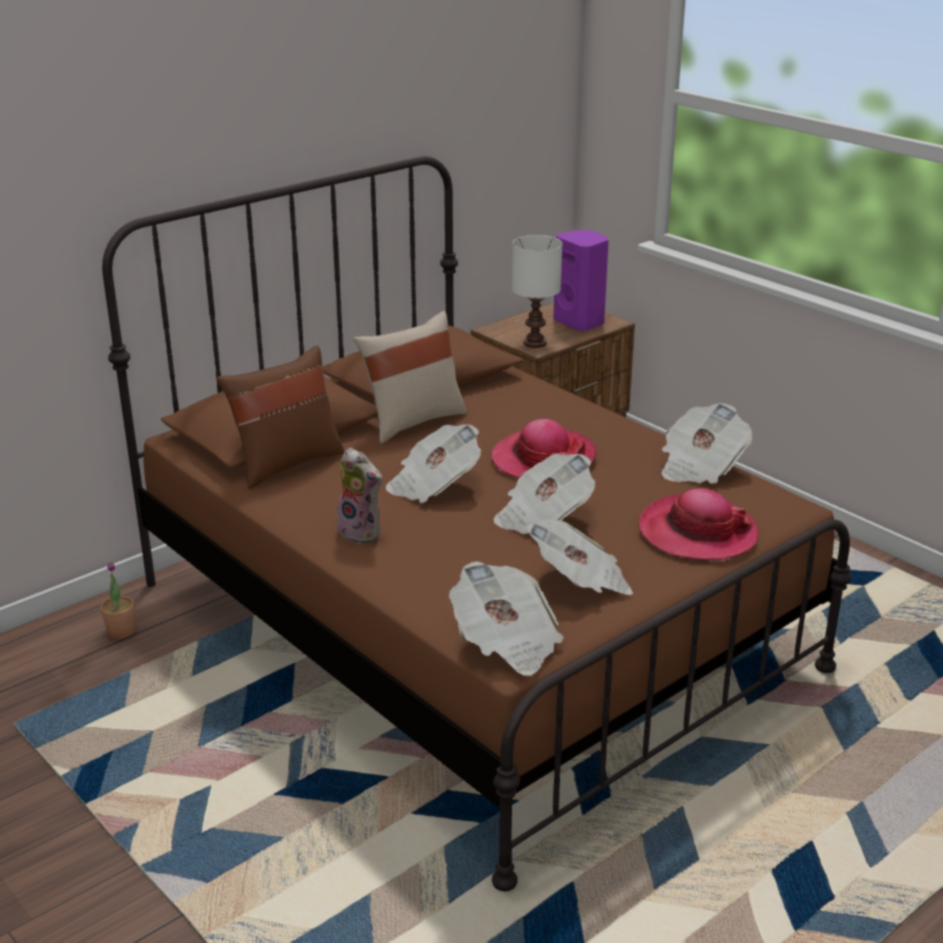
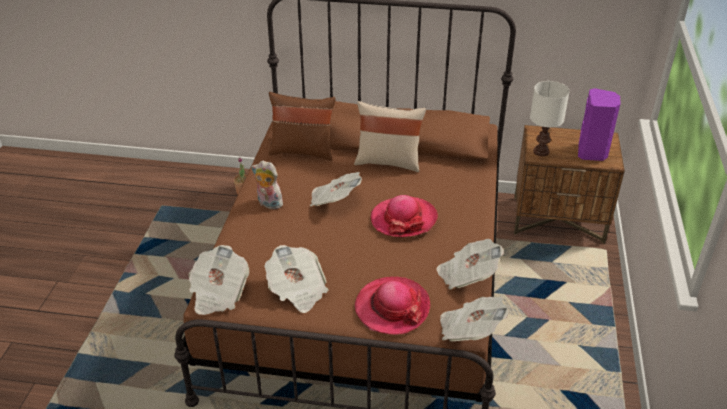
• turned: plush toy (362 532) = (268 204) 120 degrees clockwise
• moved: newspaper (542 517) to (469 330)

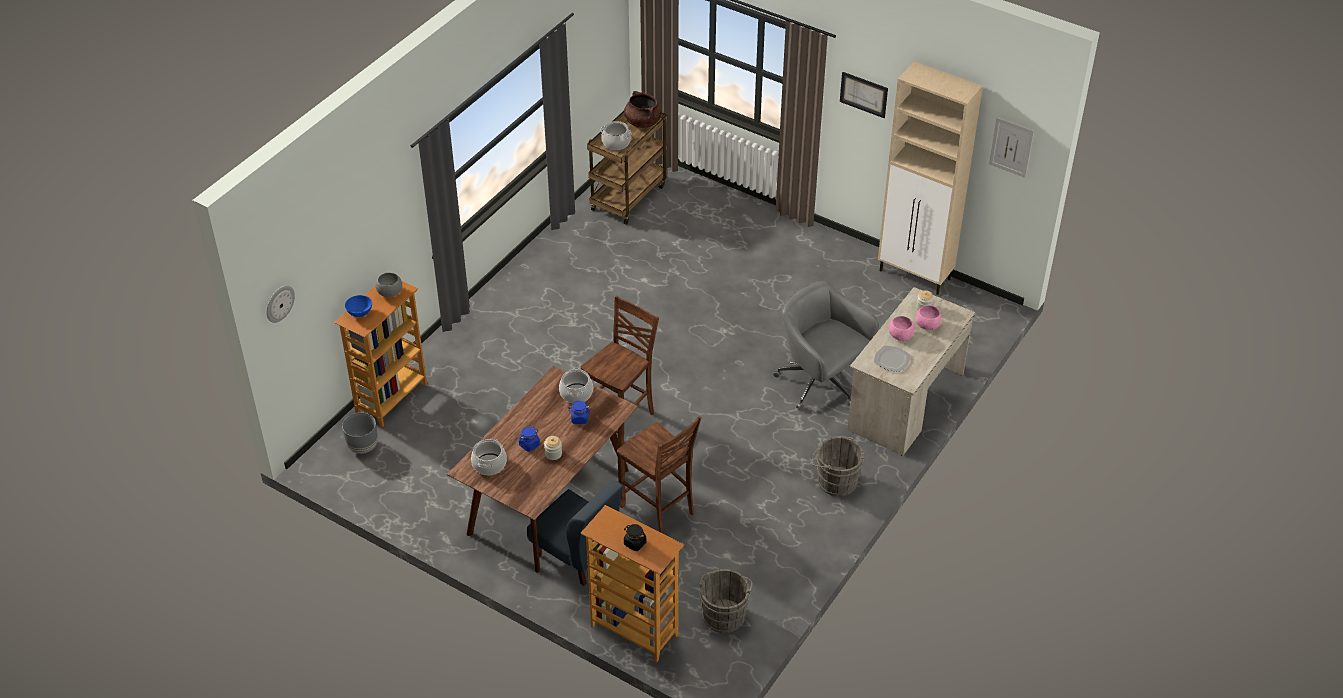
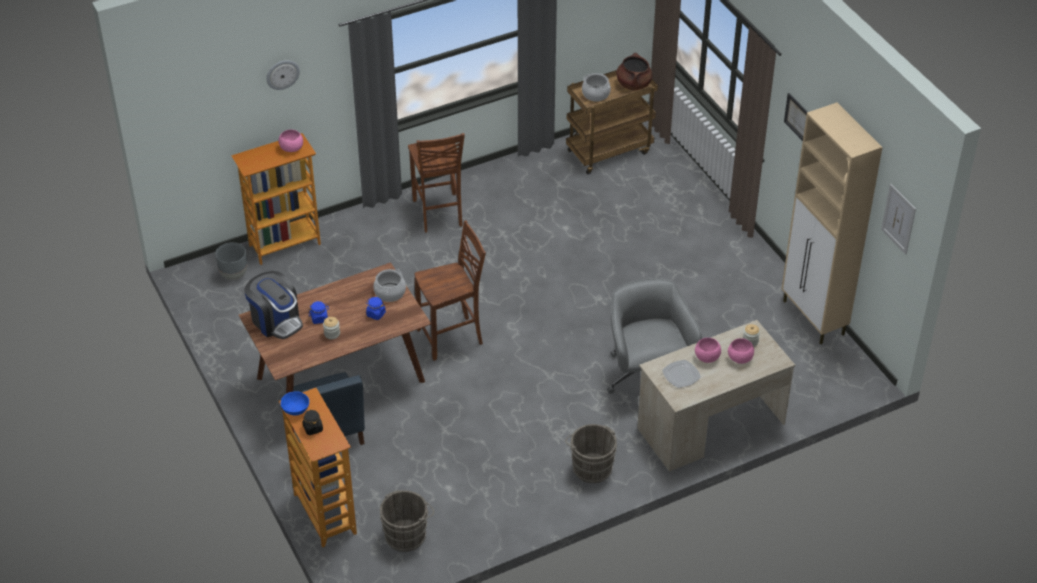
• moved: wall clock (279 303) to (282 74)
• moved: bowl in blue (359 313) to (295 410)
• recoloured: bowl in grey (390 292) to bowl in pink (292 148)
• replaced: cooking pot (489 464) to coffee machine (276 321)
• moved: chair in brown (658 510) to (438 214)

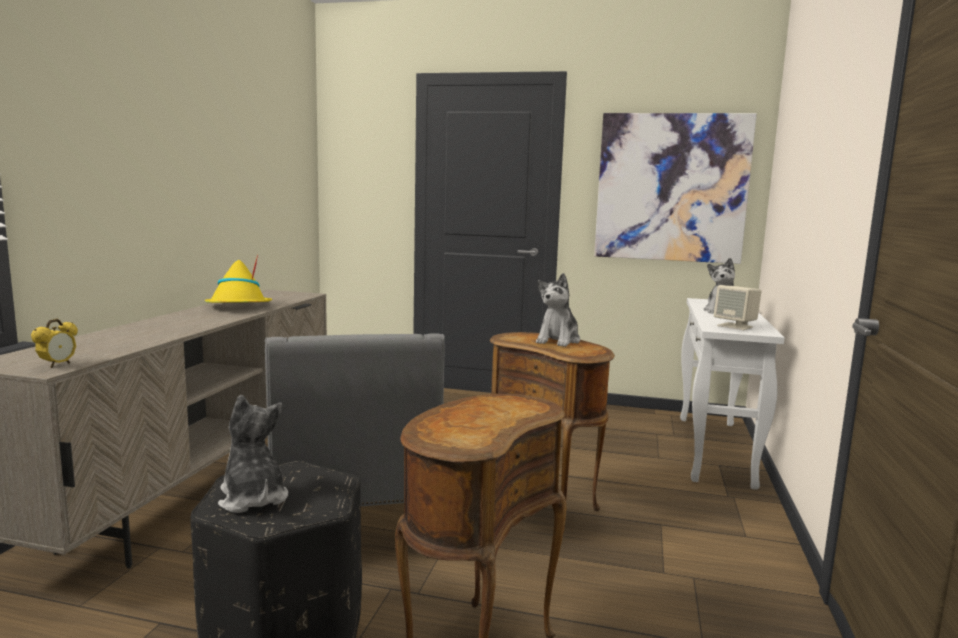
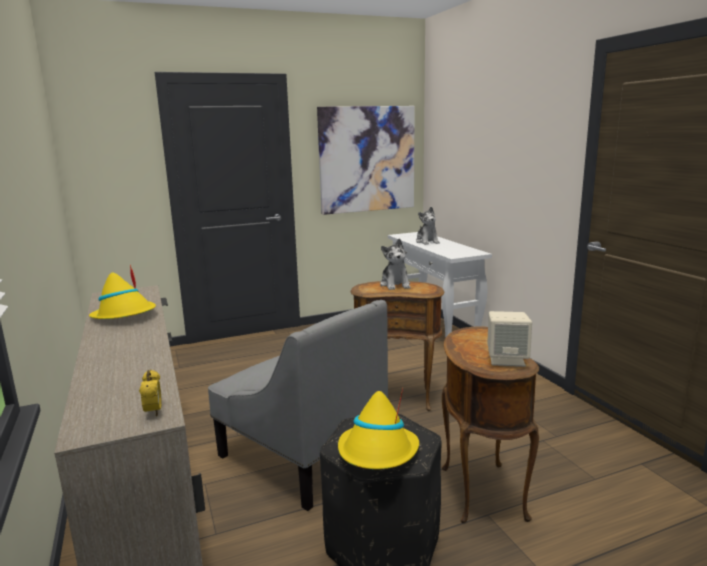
• replaced: plush toy (252 498) to hat in yellow (378 452)
• moved: speaker in beige (735 326) to (507 360)

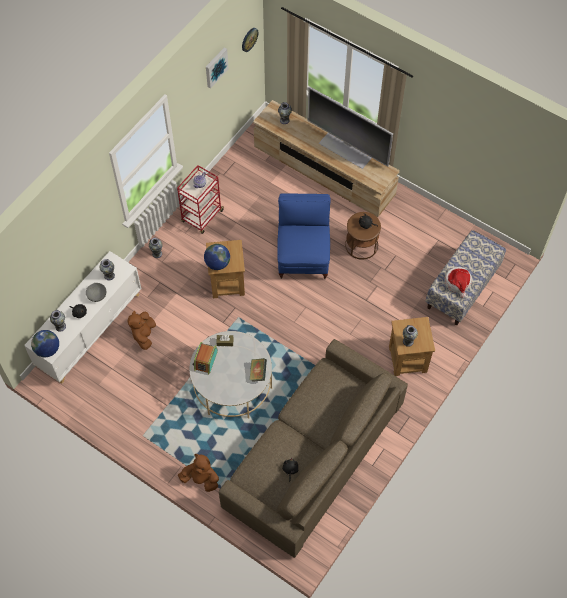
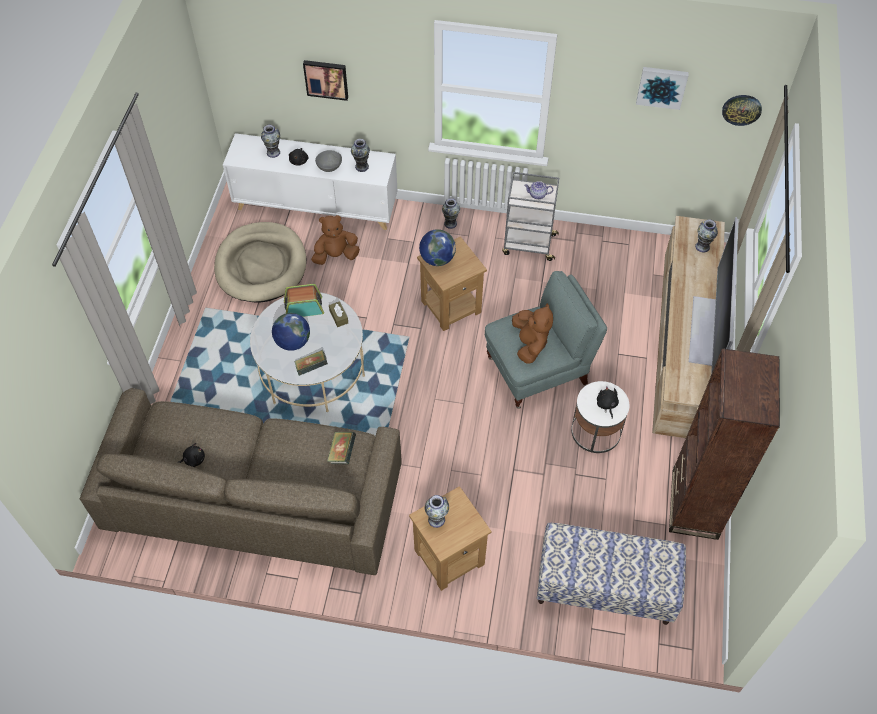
• moved: globe (47 349) to (293 342)
• recoloured: cart in red (202 217) to cart in grey (528 244)
• moved: plush toy in brown (201 479) to (530 344)
• recoloured: armchair in blue (303 256) to armchair in grey (538 371)
• recoloured: side table in brown (361 245) to side table in white (596 431)
• removed: hat (458 283)
• added: dog bed in beige (261 265)
• added: picture (326 78)
• added: book (342 453)
• added: bookcase in brown (694 504)

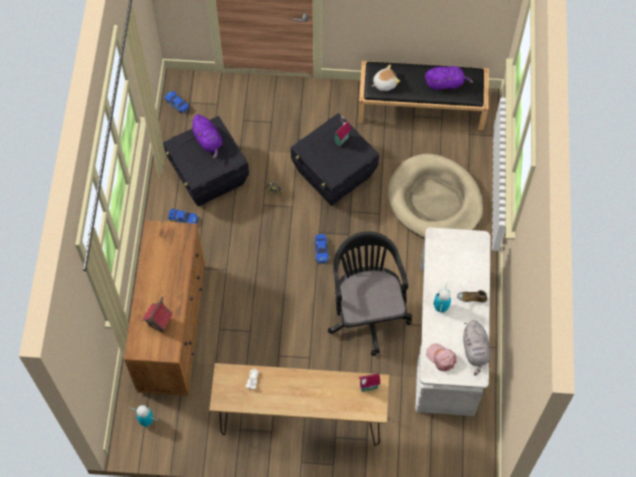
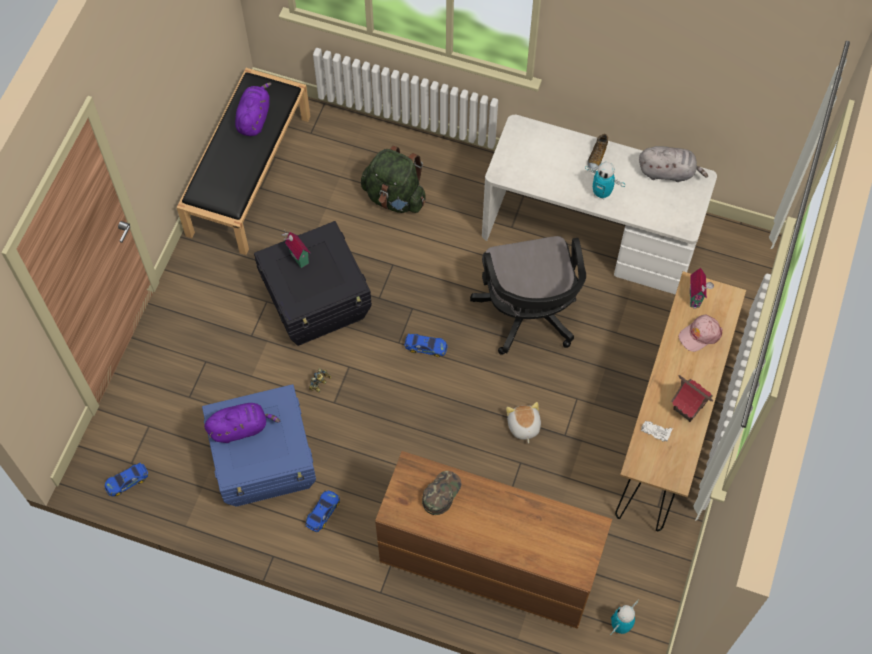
• moved: toy house (159 323) to (687 409)
• recoloured: storage box in black (208 177) to storage box in blue (266 463)
• turned: office chair in black (366 311) = (529 315) 105 degrees counterclockwise
• moved: plush toy (384 83) to (523 426)
• replaced: dog bed in beige (435 201) to backpack in green (395 197)
• moved: cap in pink (441 358) to (699 335)
• added: cap in green (441 493)

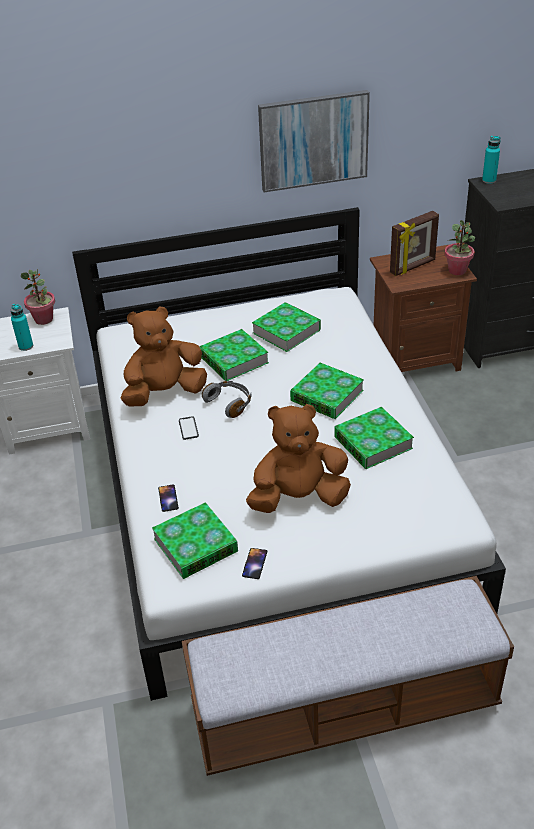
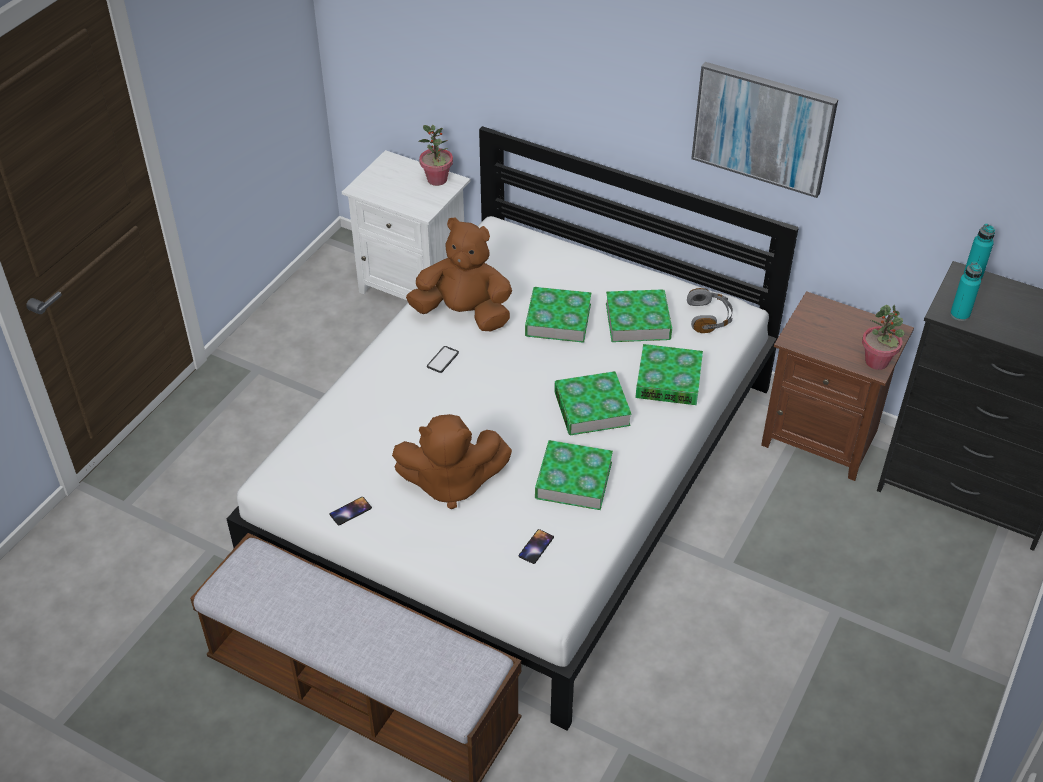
• moved: bottle in turquoise (26 346) to (960 314)
• moved: book (195 545) to (668 380)
• moved: phone (168 498) to (536 547)
• moved: headphones in grey (229 403) to (709 318)
• turned: plush toy in brown (298 498) = (450 483) 150 degrees clockwise
• removed: picture frame (413 267)

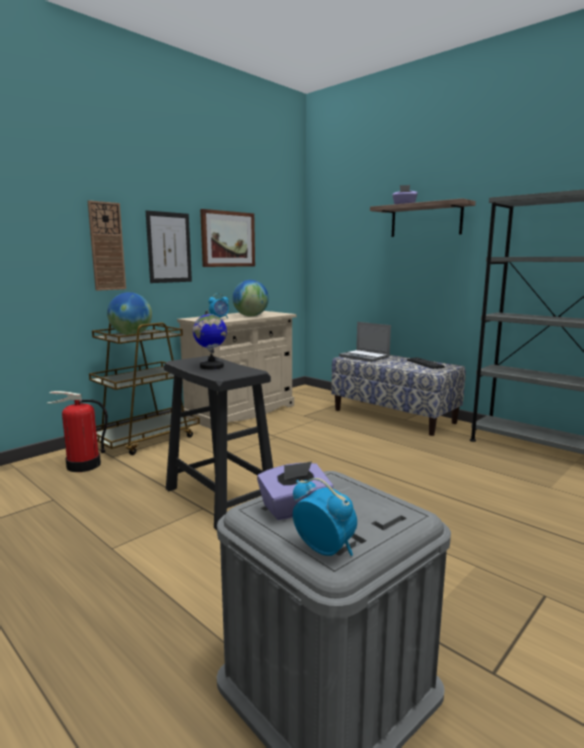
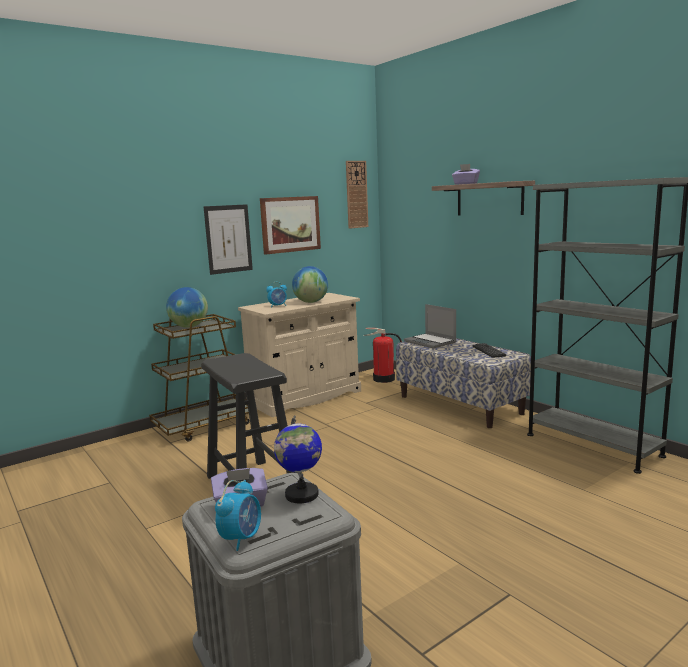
• moved: fire extinguisher (83 465) to (383 379)
• moved: wall clock (107 246) to (356 194)
• moved: globe (211 367) to (301 495)
• turned: alarm clock (324 549) = (241 538) 60 degrees clockwise

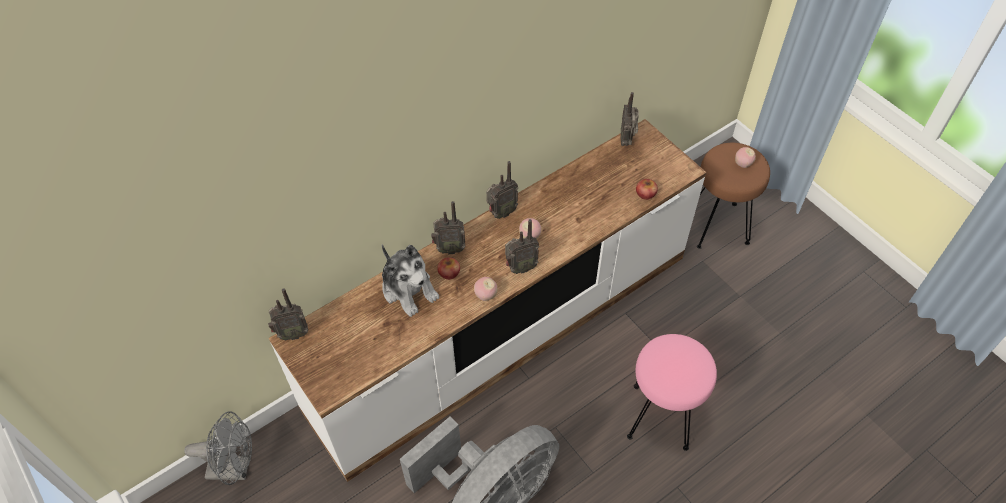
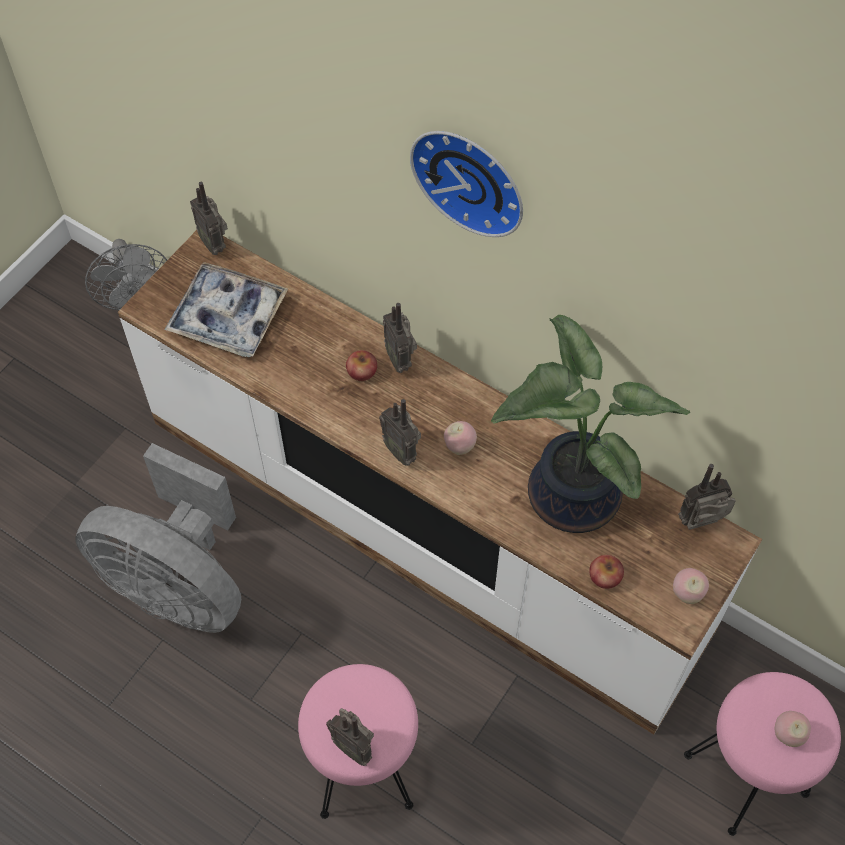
• removed: plush toy (409 289)
• moved: apple (485 295) to (687 593)
• moved: radio (501 213) to (354 746)
• recoloured: stool in brown (718 225) to stool in pink (746 776)
• added: tray (228 317)
• added: wall clock (472 177)
• added: potted plant (567 494)

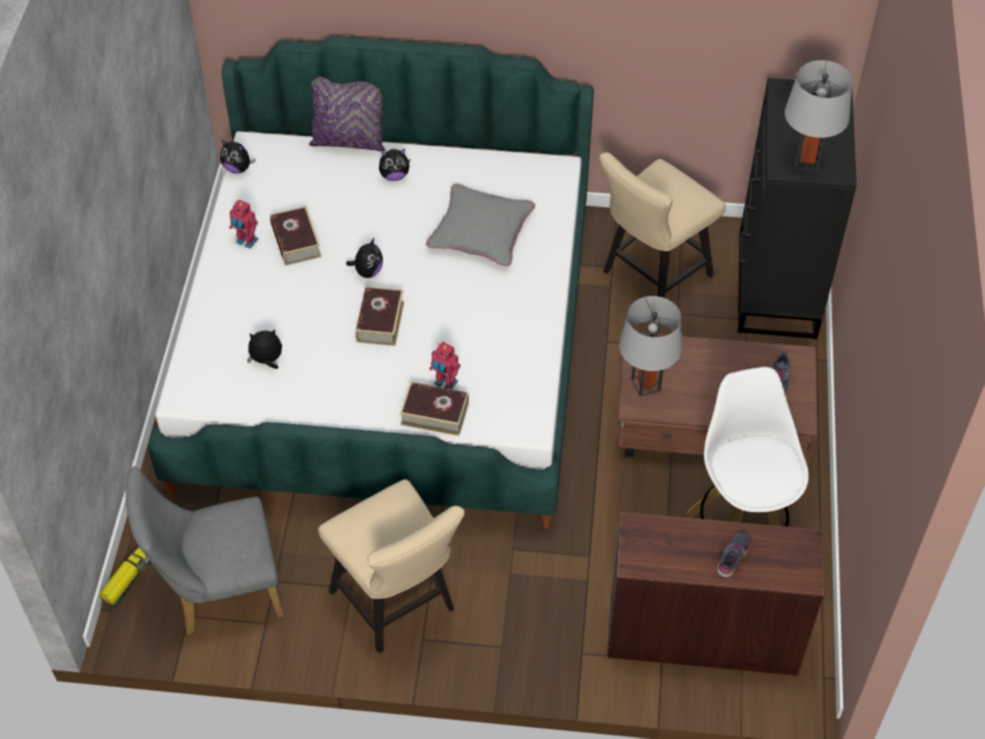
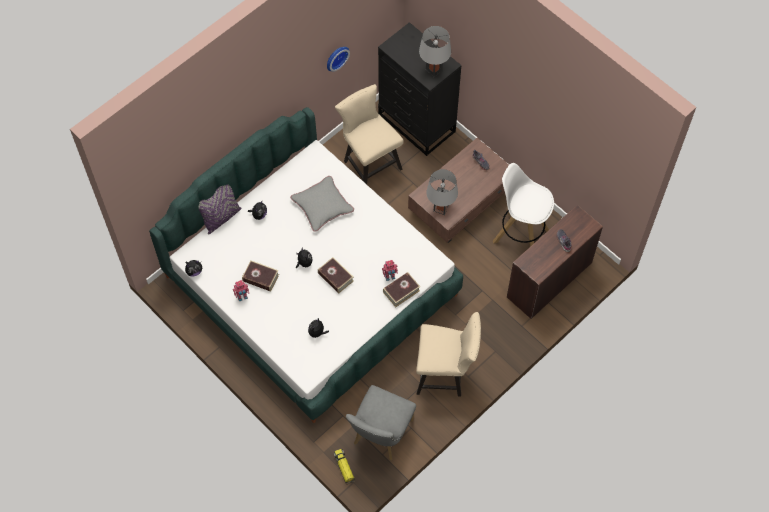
• turned: chair in beige (651 277) = (369 163) 150 degrees clockwise
• added: wall clock (336 57)

